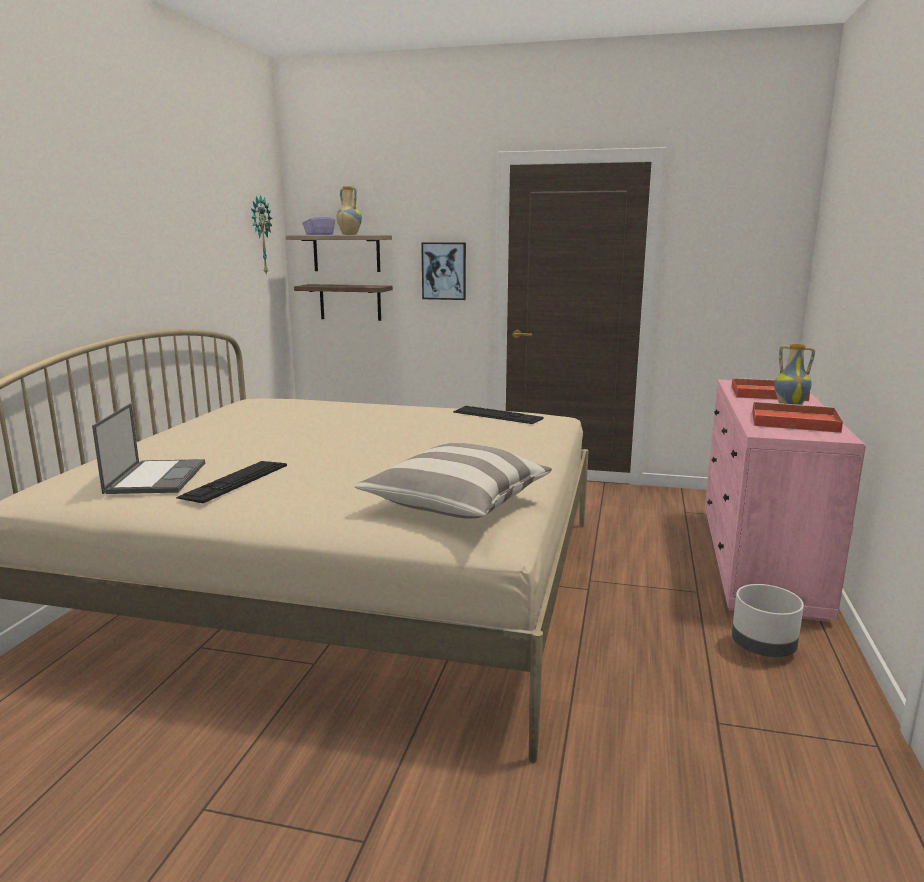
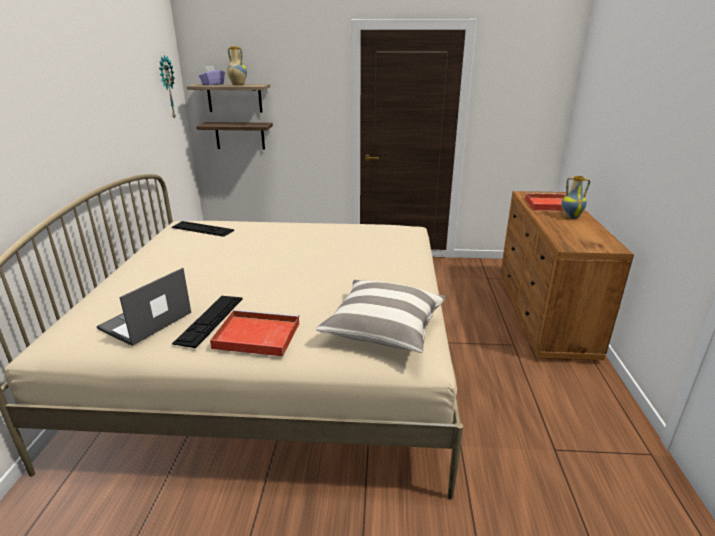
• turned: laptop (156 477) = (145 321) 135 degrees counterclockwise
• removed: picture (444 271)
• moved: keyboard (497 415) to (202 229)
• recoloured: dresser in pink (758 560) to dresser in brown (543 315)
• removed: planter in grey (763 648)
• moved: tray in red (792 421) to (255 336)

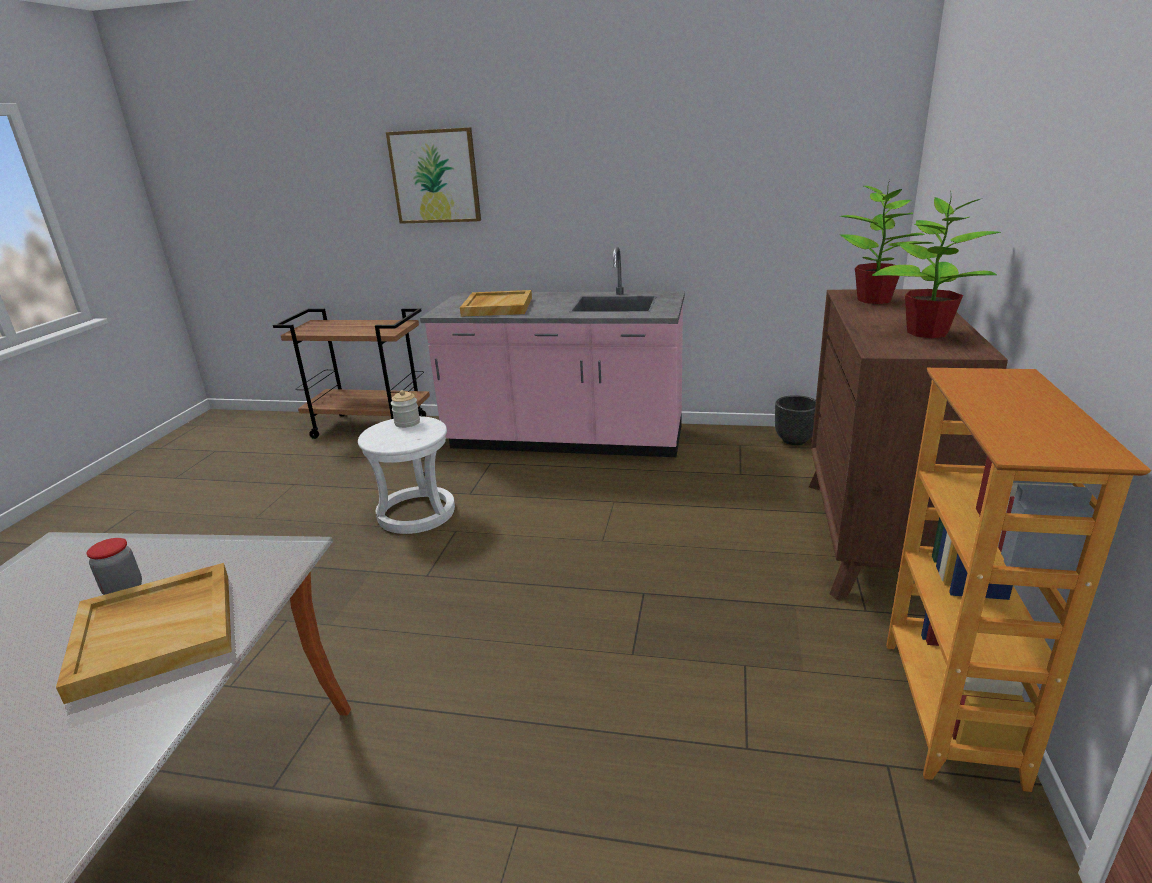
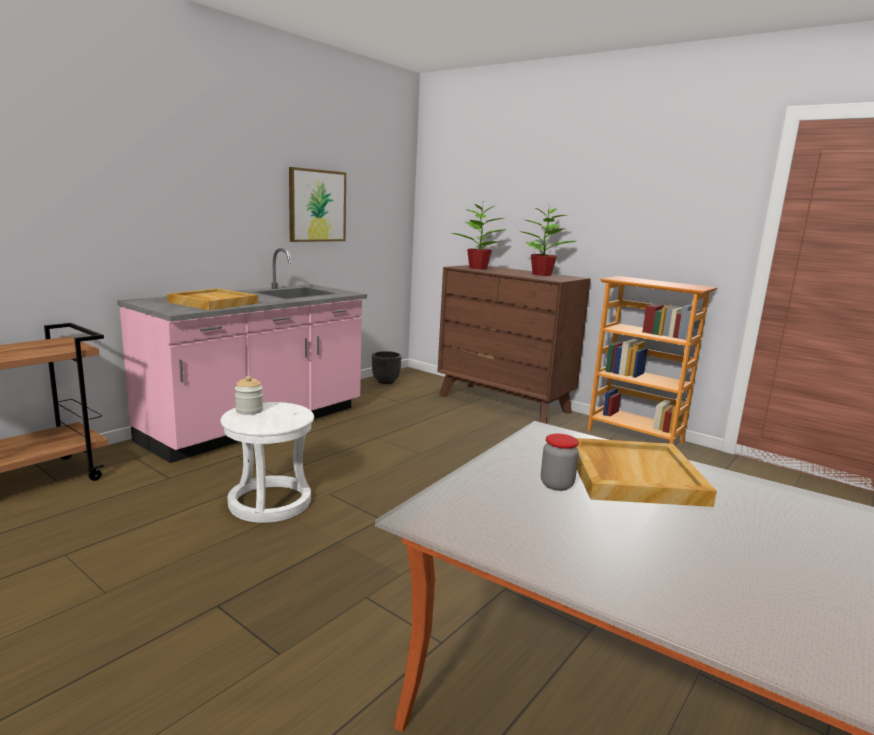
• moved: picture (435 176) to (317 206)

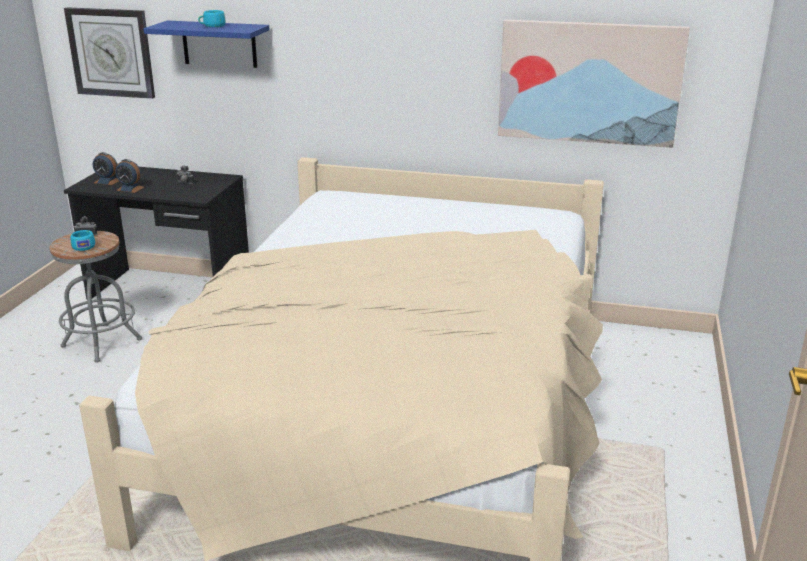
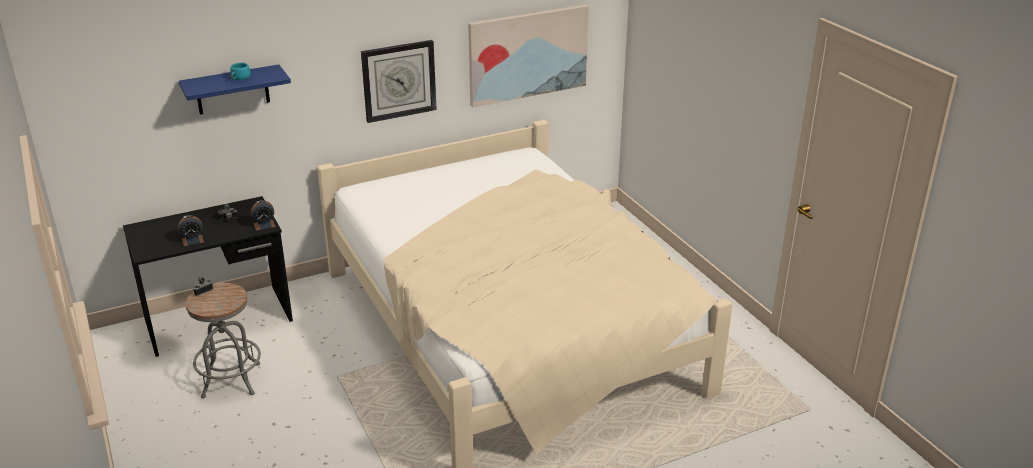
• moved: wall clock (111 52) to (399 80)
• removed: cup in turquoise (83 246)
• moved: alarm clock (107 181) to (264 225)

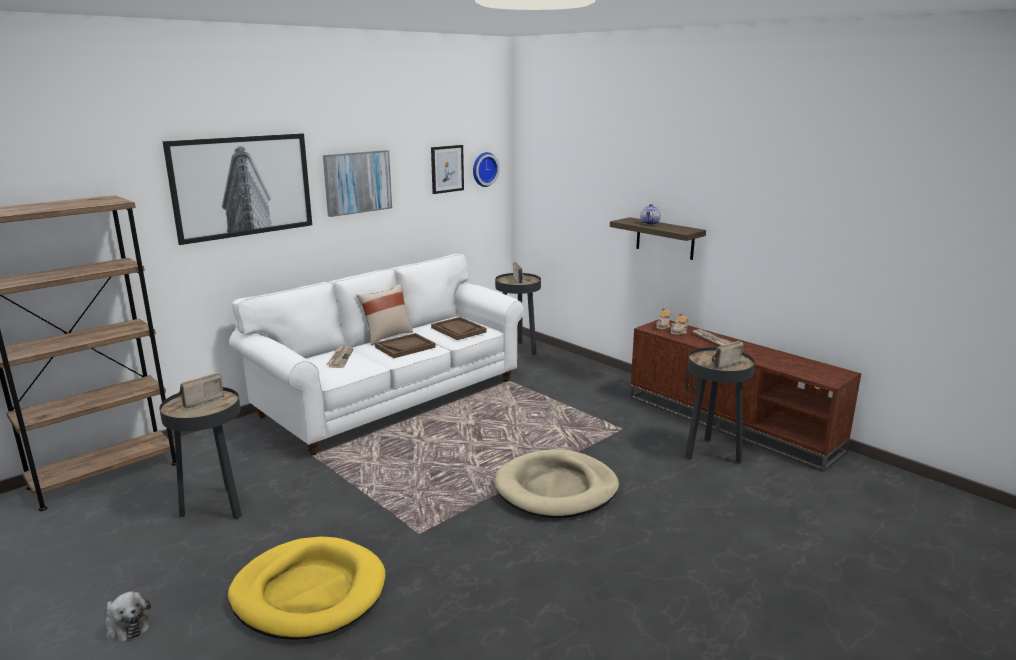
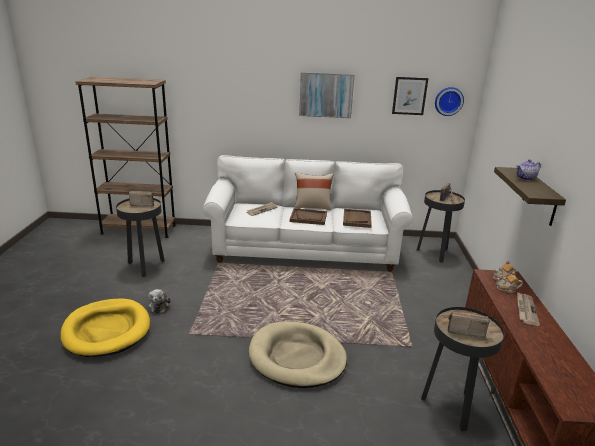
• moved: plush toy (126 626) to (159 305)
• removed: picture (242 186)

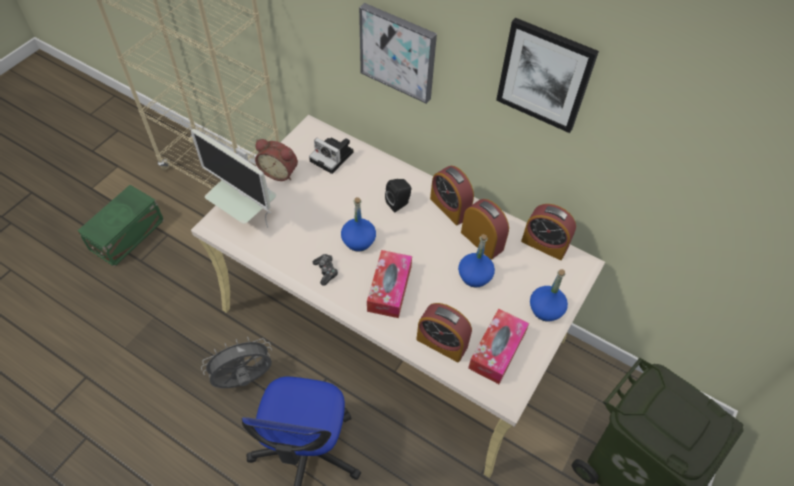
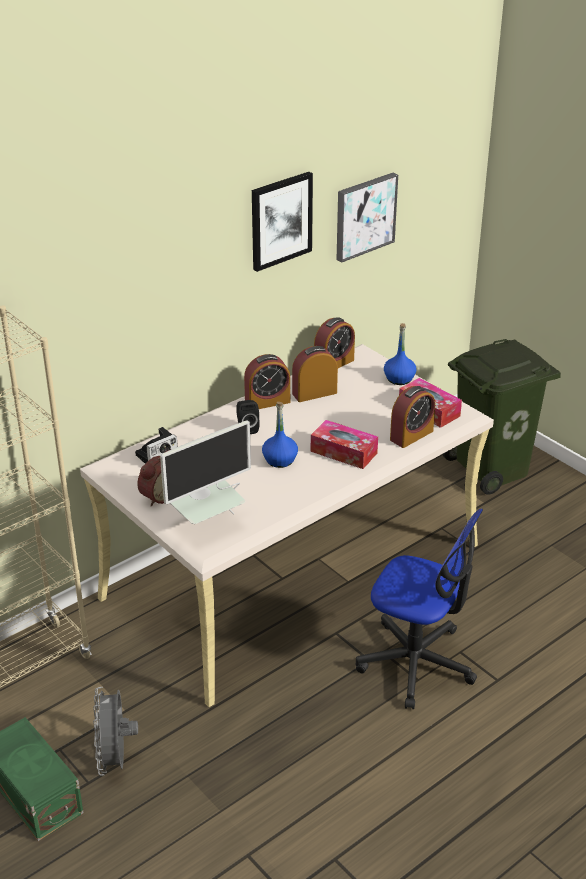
• moved: fan in grey (244 380) to (116 759)
• removed: game controller (326 271)
• moved: picture (398 52) to (364 216)
• removed: bottle in blue (474 276)

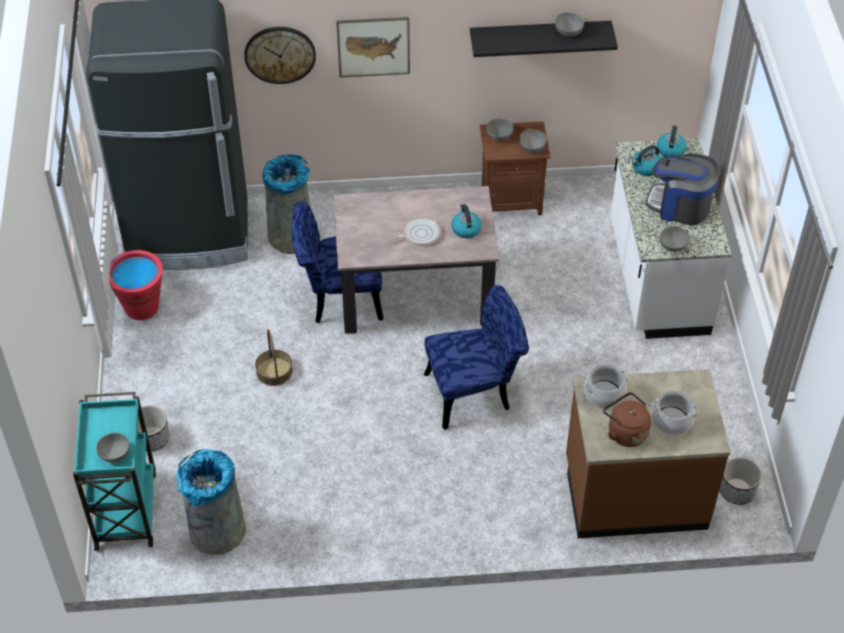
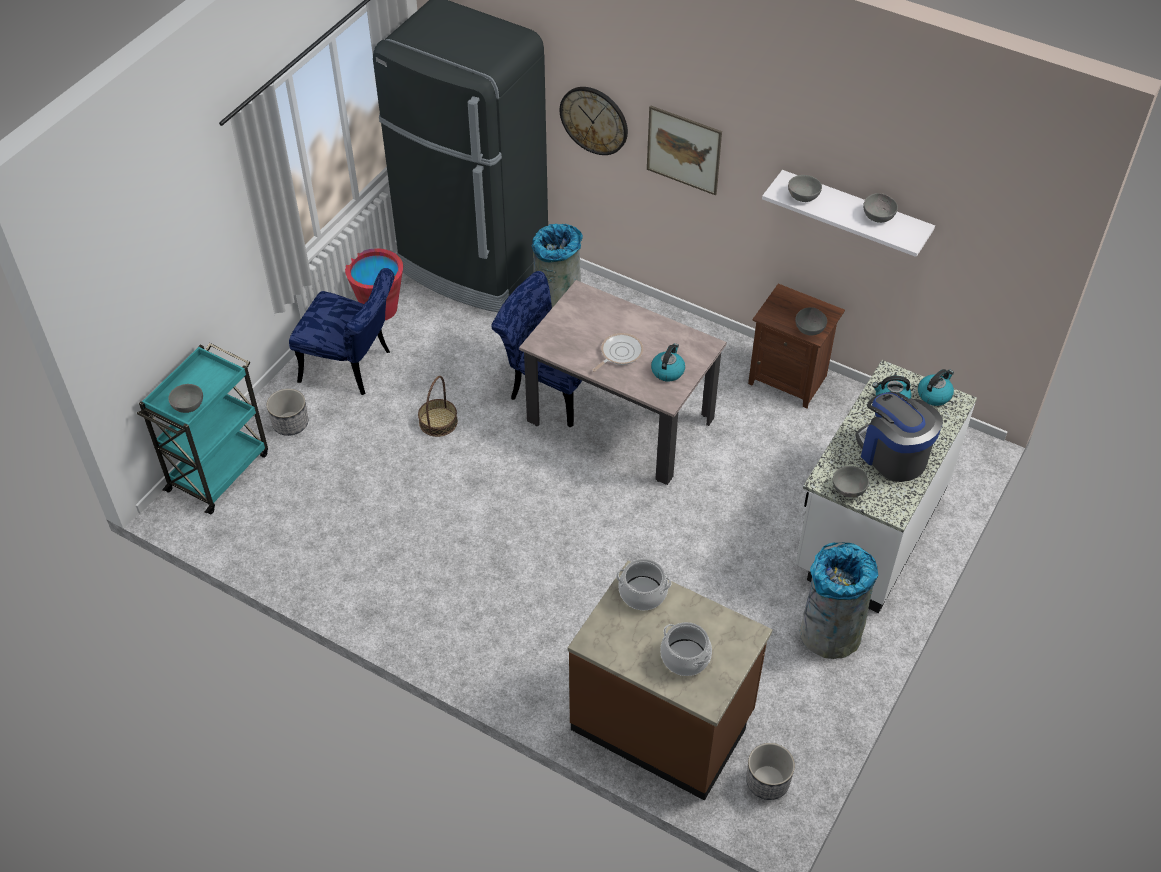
• moved: trash can in grey (216 532) to (829 633)
• turned: frying pan (418 234) = (619 353) 60 degrees counterclockwise
• moved: chair in blue (475 392) to (353 367)
• recoloured: shelf in black (539 37) to shelf in white (854 211)
• moved: bowl in grey (498 137) to (802 197)
• removed: kettle in brown (625 432)

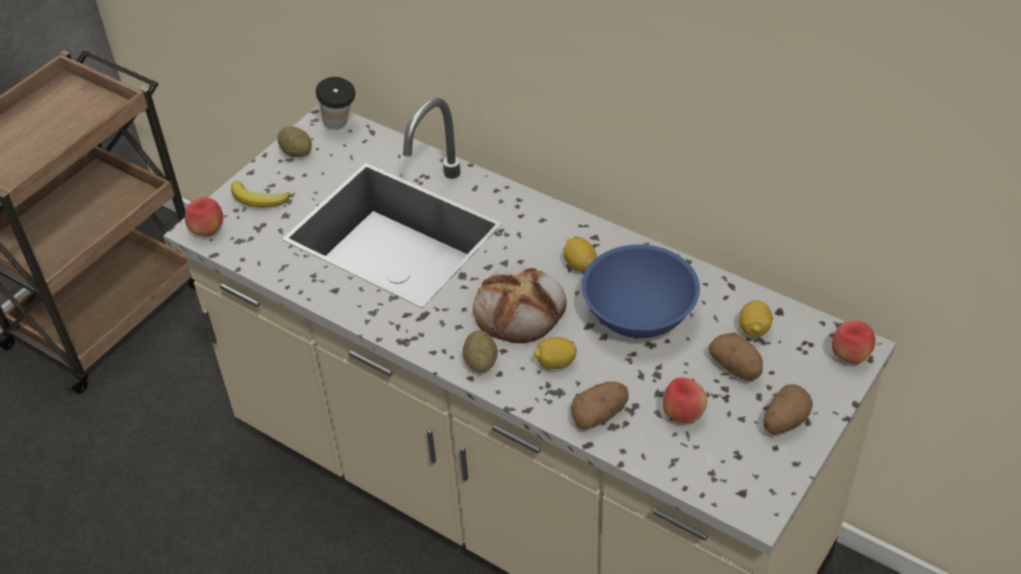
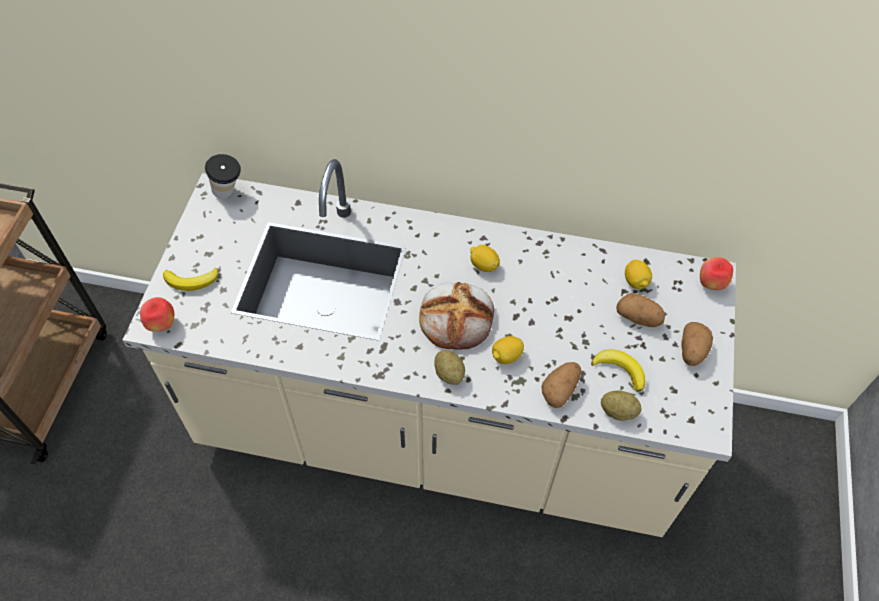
• moved: potato (296 152) to (618 411)
• removed: bowl in blue (639 314)
• replaced: apple (682 415) to banana (620 370)

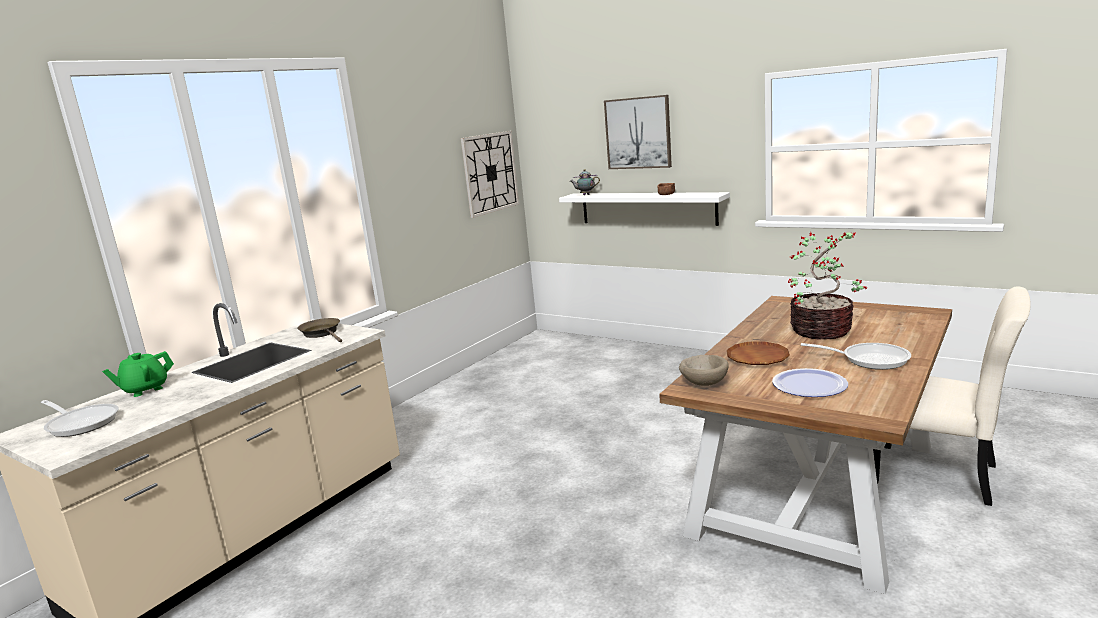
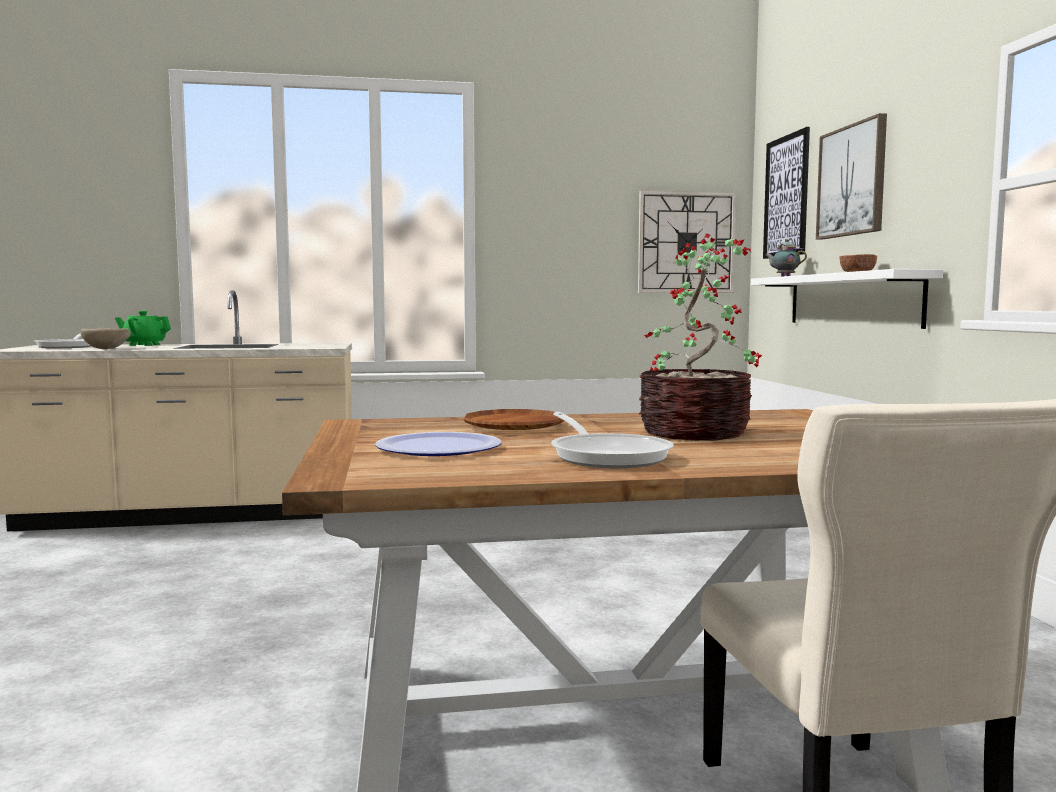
• removed: frying pan in brown (322 333)
• moved: bowl in beige (704 383) to (107 349)
• added: picture (786 196)

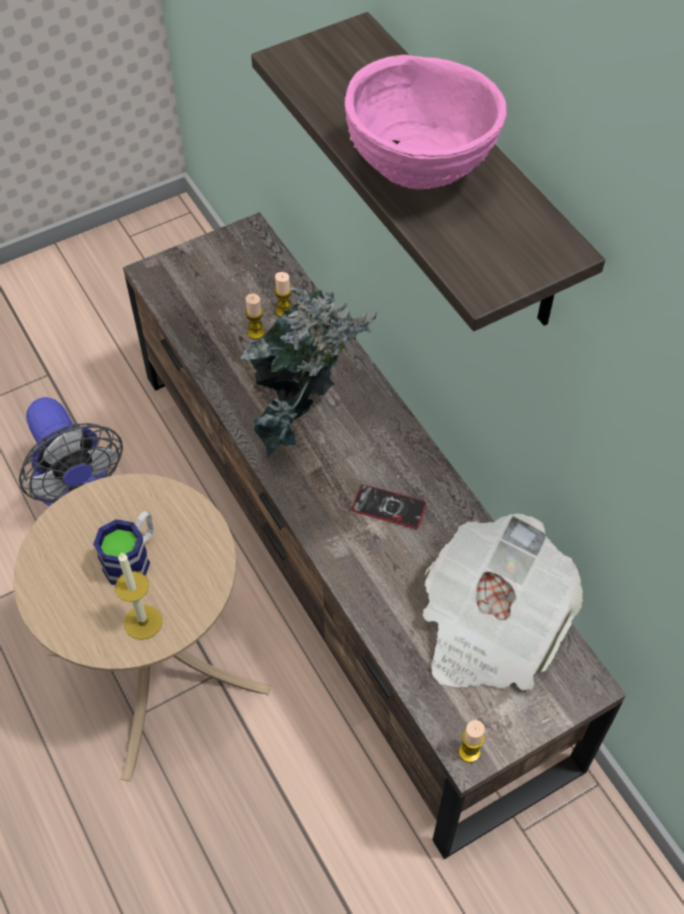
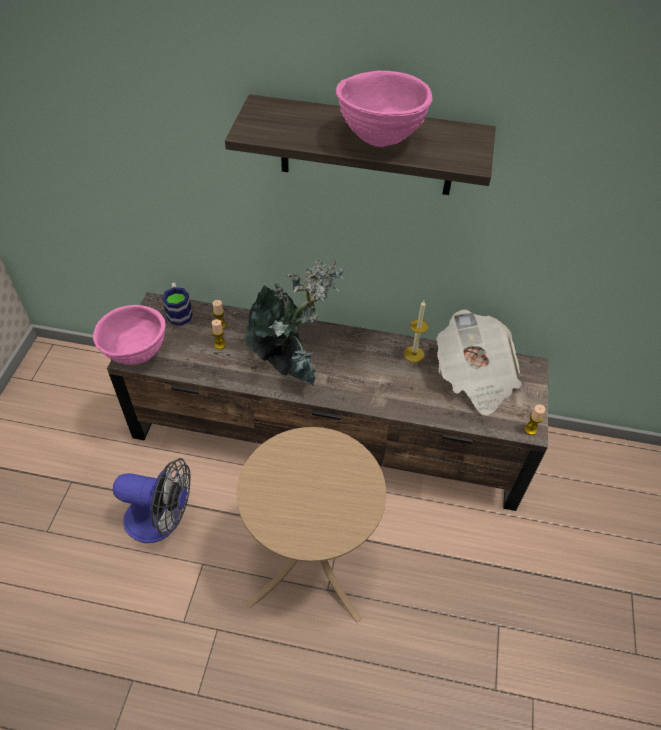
• moved: mug (133 558) to (179 312)
• moved: candle (143 622) to (414 354)
• removed: phone (389 507)
• added: bowl in pink (136 354)

